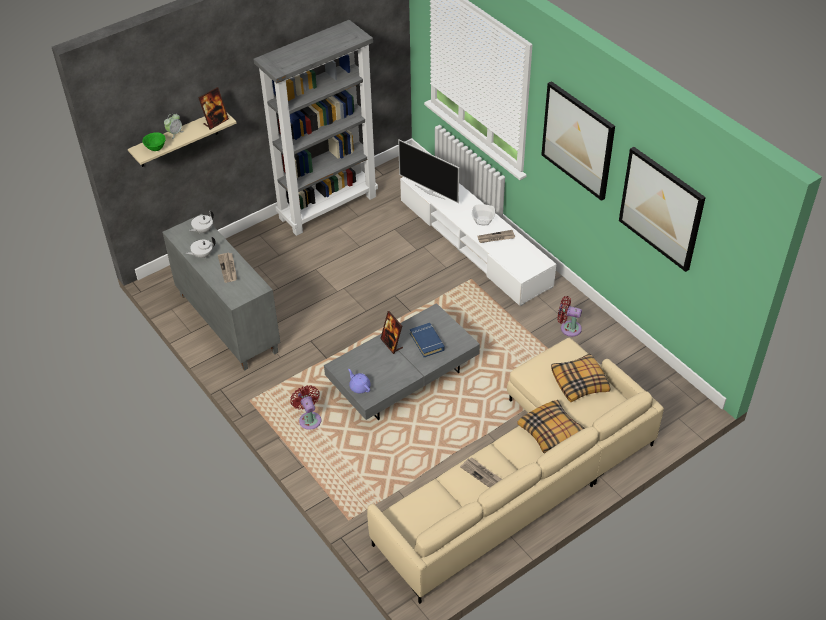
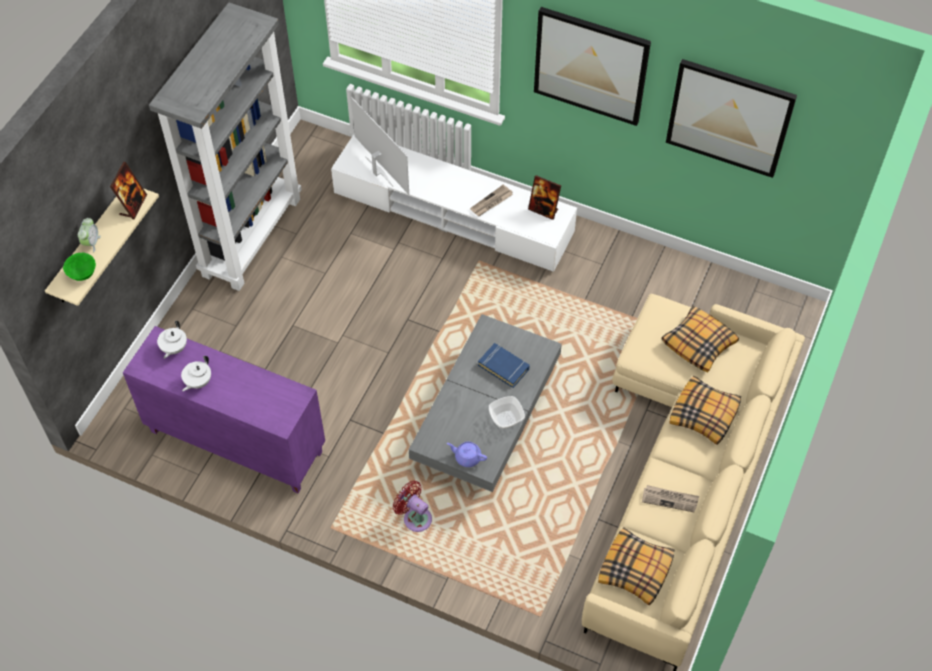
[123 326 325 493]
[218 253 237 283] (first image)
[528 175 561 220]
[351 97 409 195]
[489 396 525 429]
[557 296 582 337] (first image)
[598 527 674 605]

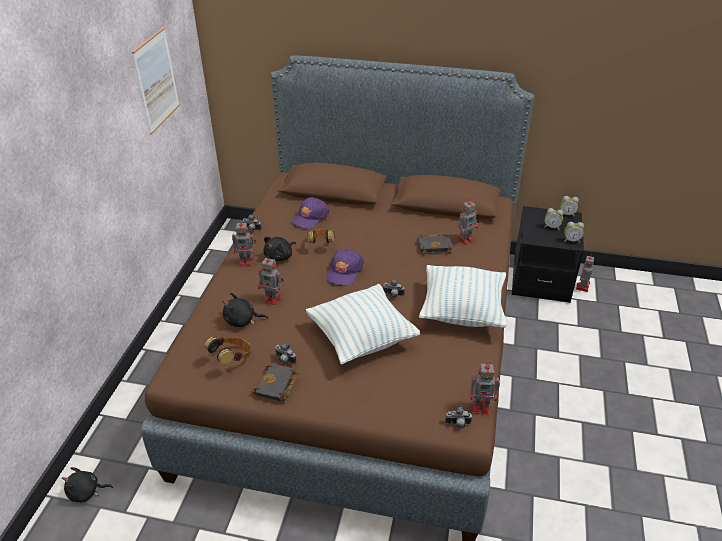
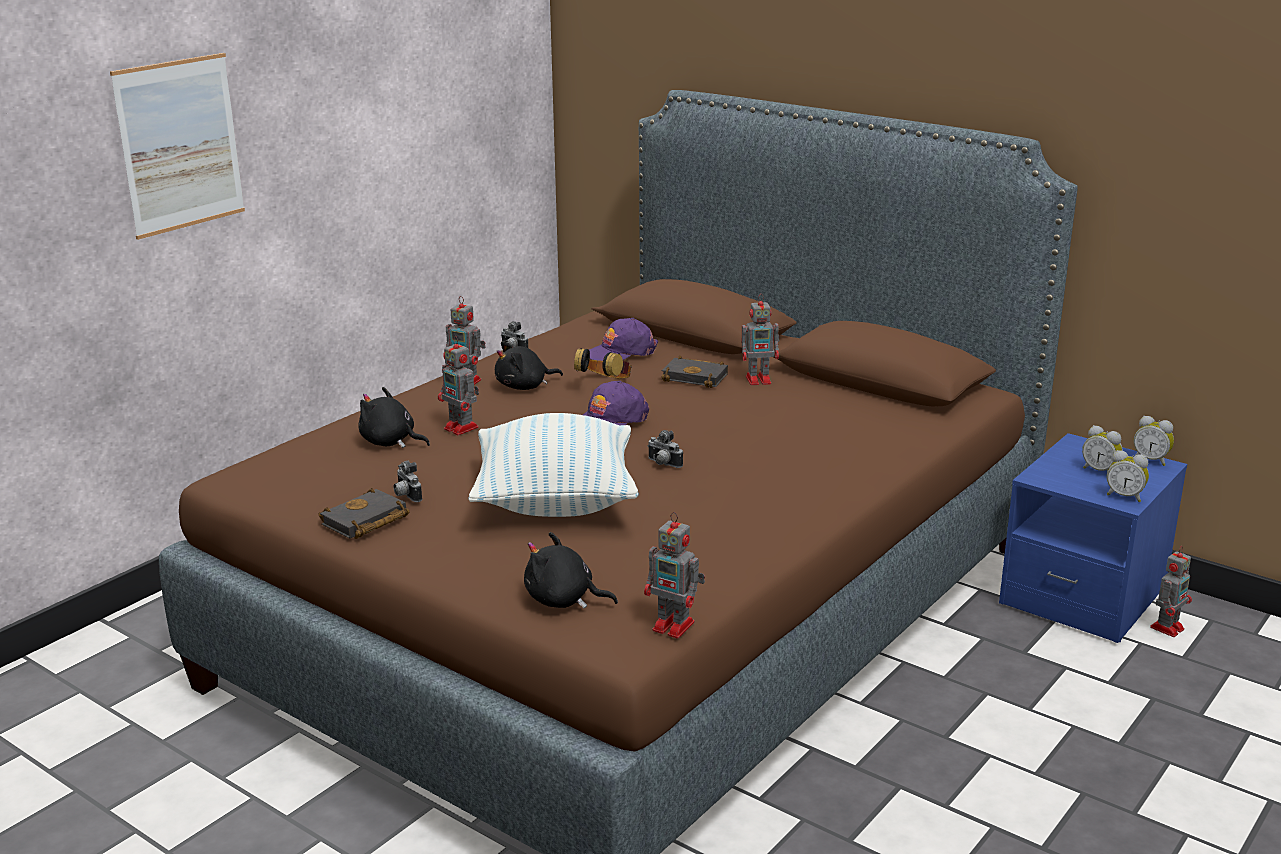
[524 532 618 609]
[110 53 245 240]
[205 336 251 364] (first image)
[661 356 728 388]
[419 265 507 328] (first image)
[445 405 472 428] (first image)
[742 294 780 385]
[999 433 1187 643]

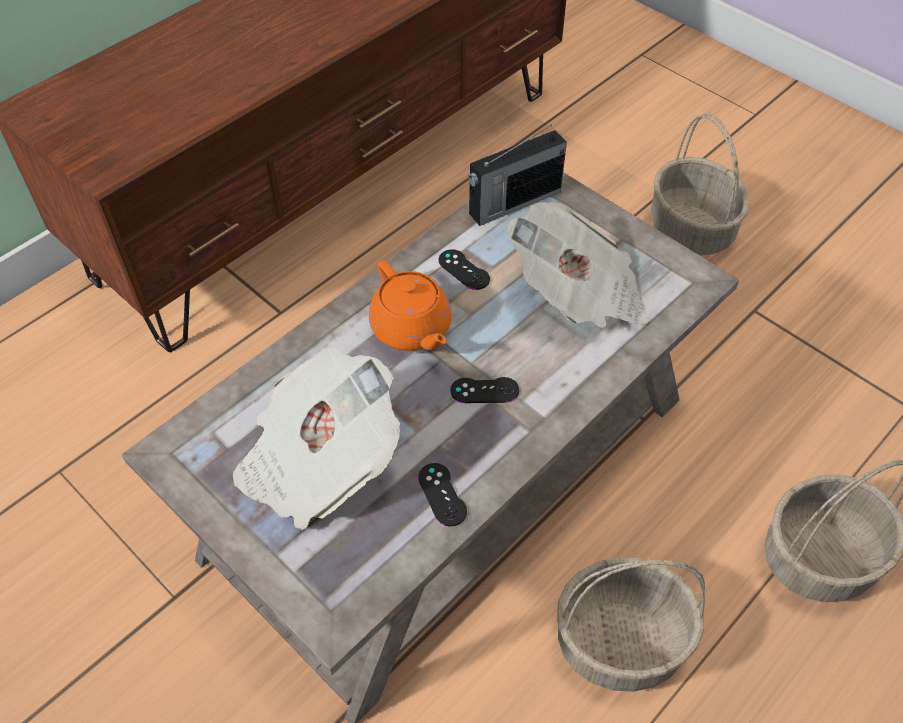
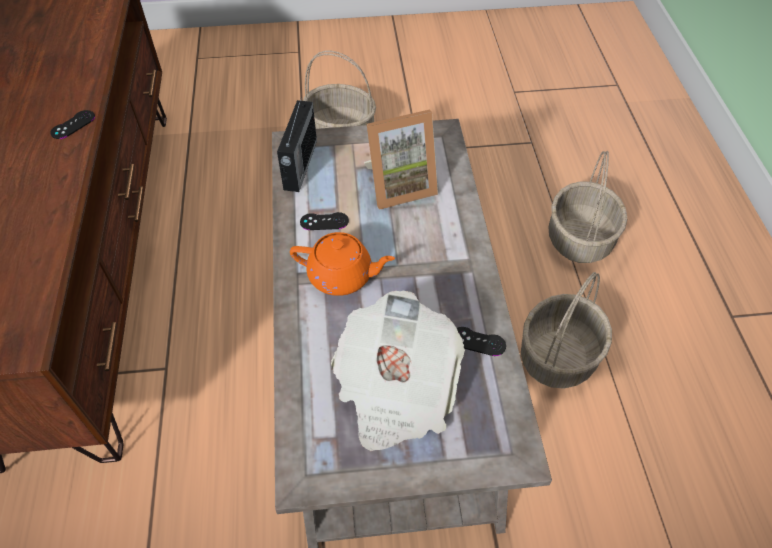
[50 110 95 139]
[364 110 438 210]

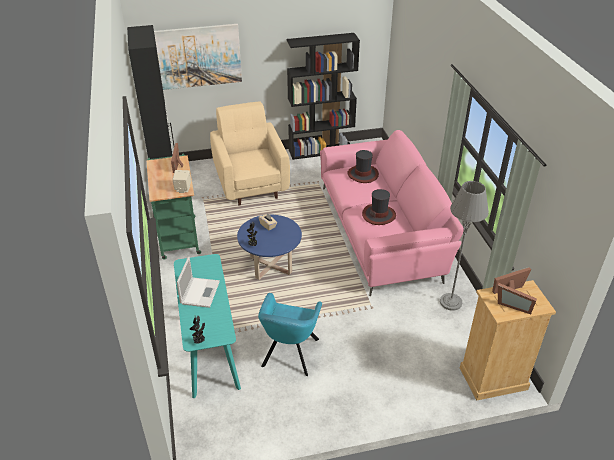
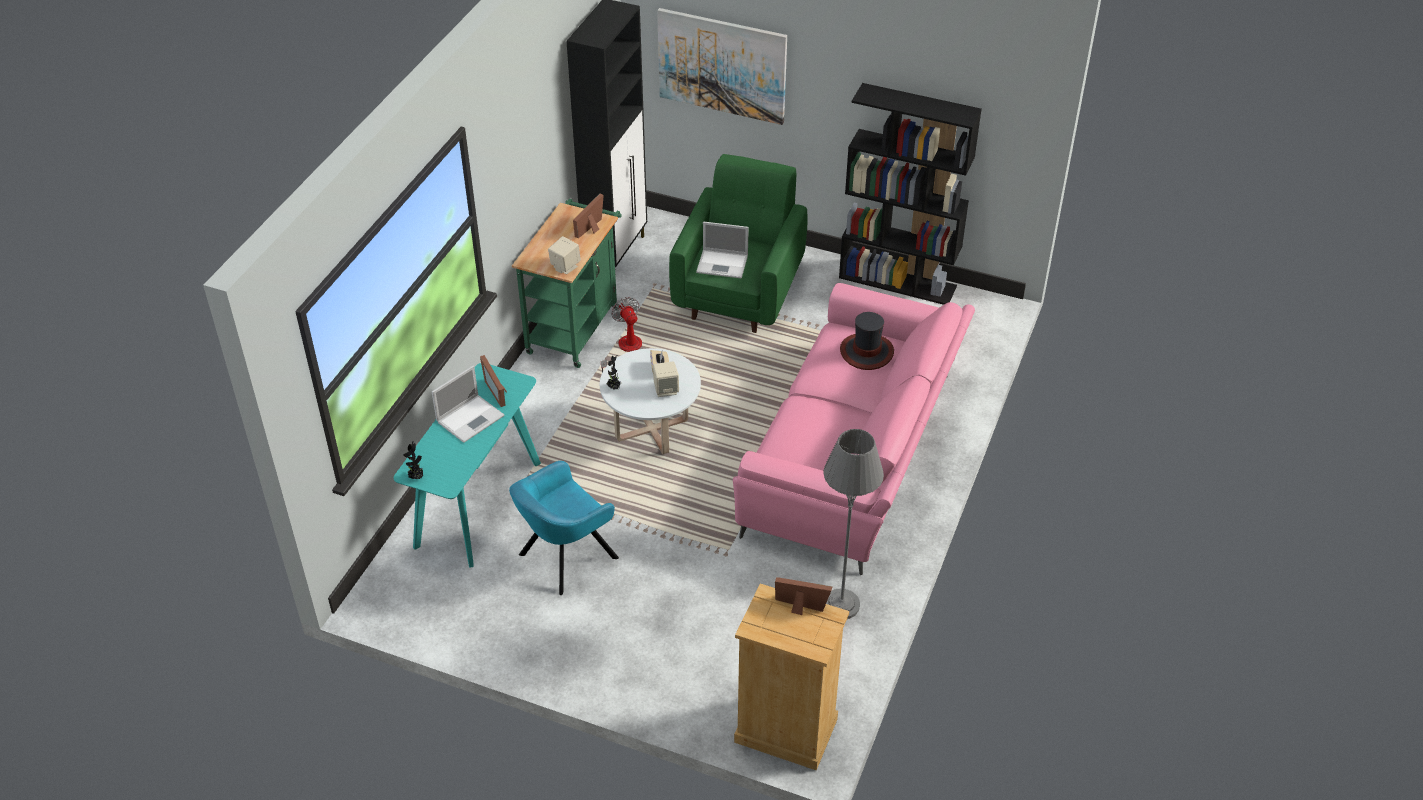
[669 154 807 333]
[600 348 701 454]
[362 189 396 225] (first image)
[480 355 507 407]
[601 297 642 373]
[653 361 679 397]
[696 221 749 278]

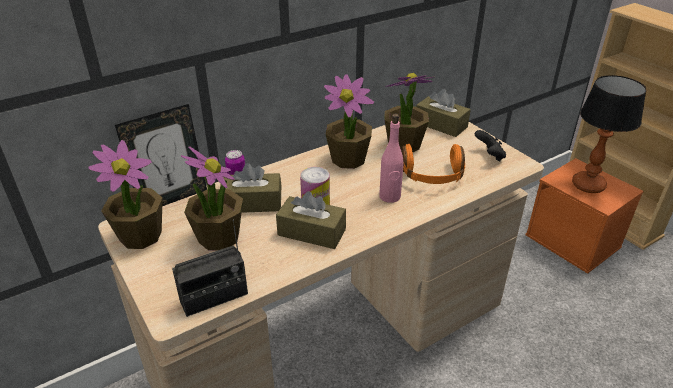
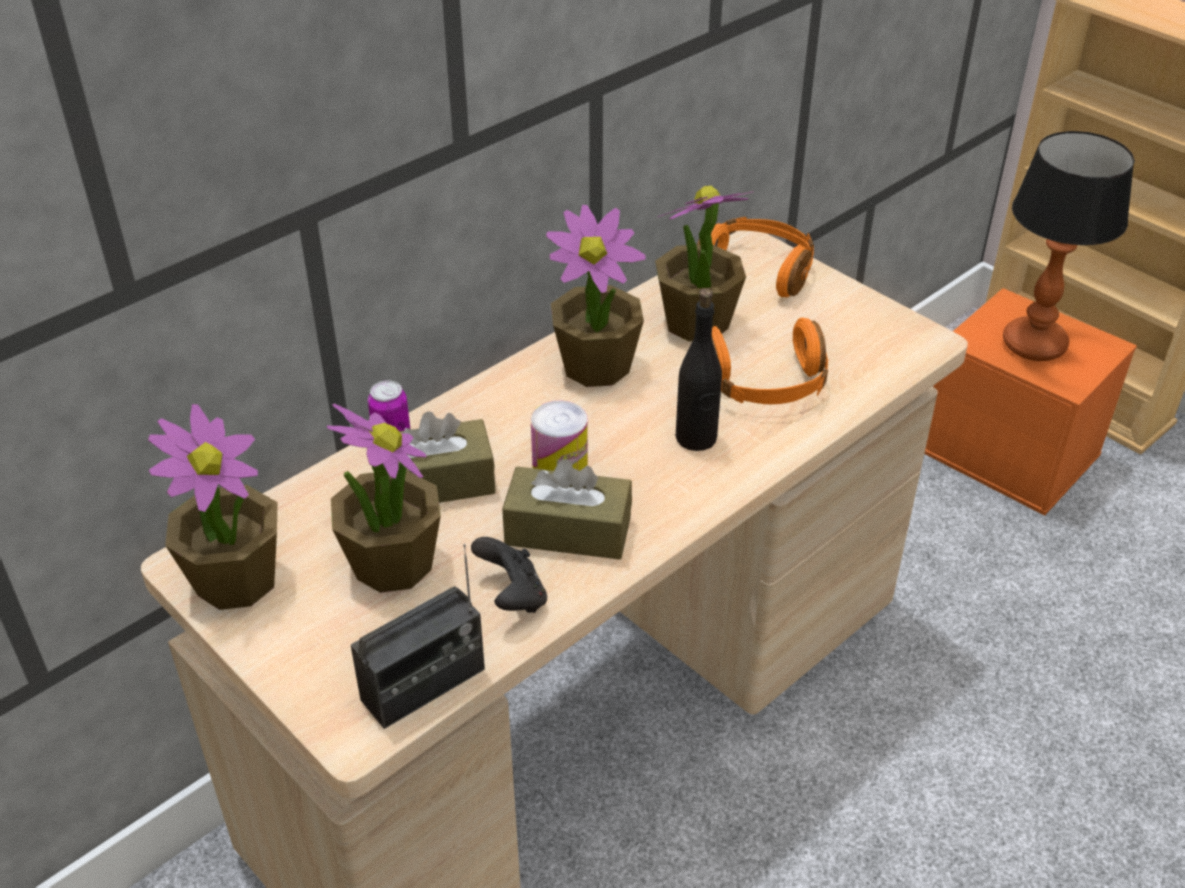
[115 104 207 206] (first image)
[676 288 722 451]
[697 217 814 297]
[471 537 547 613]

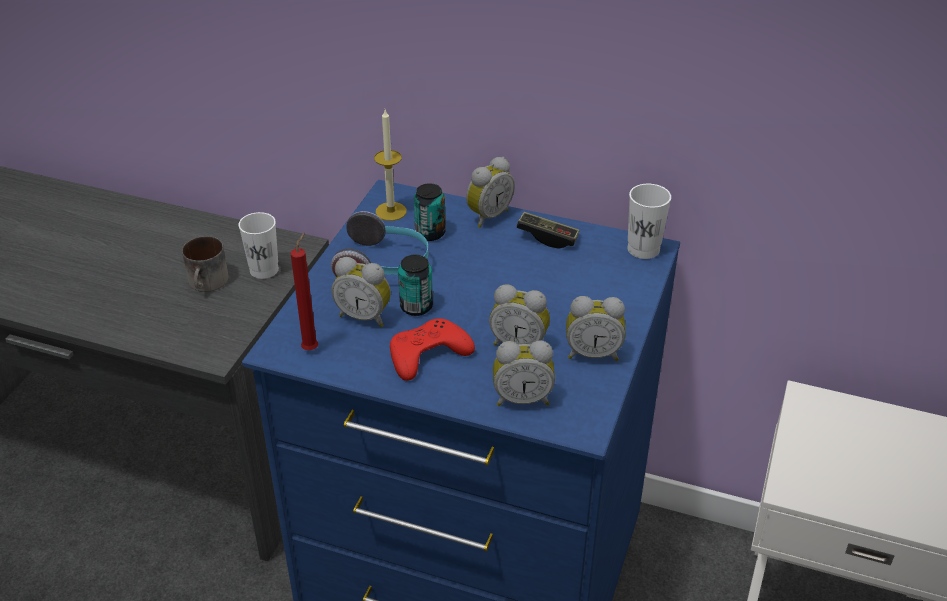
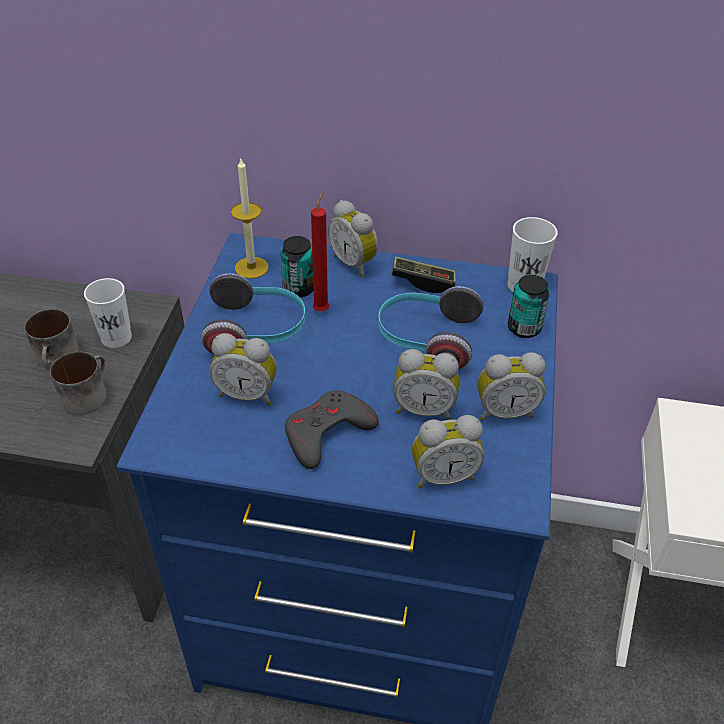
[311 191 329 311]
[285 390 379 469]
[508 275 550 338]
[328 200 378 277]
[50 352 106 415]
[378 286 483 370]

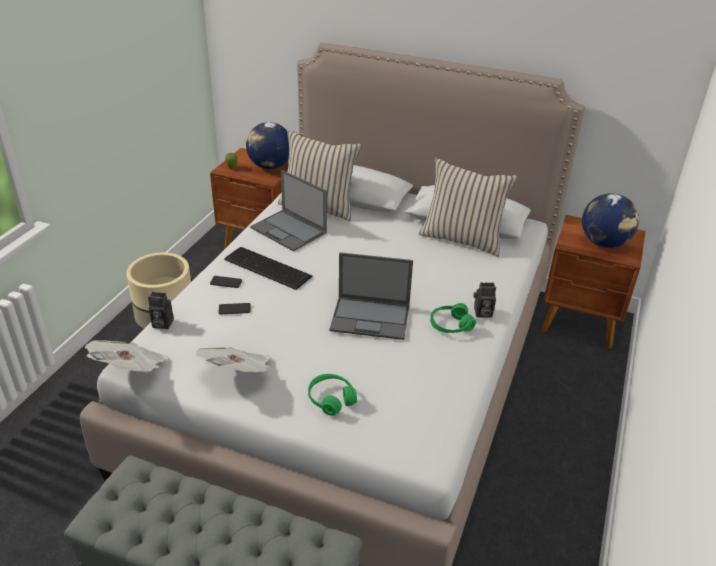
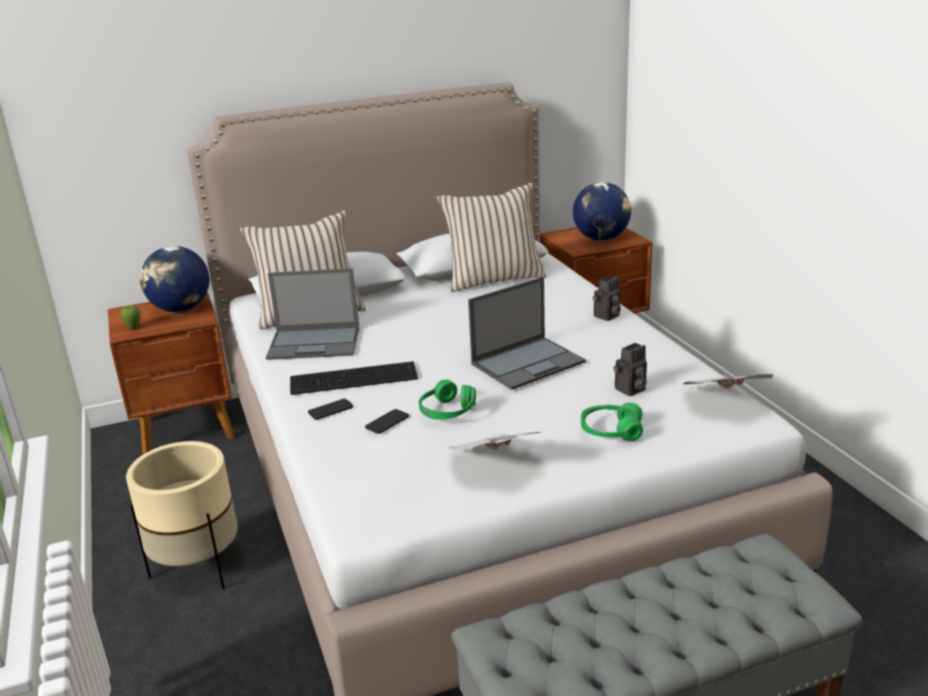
[683 374 773 389]
[614 343 647 396]
[419 380 476 420]

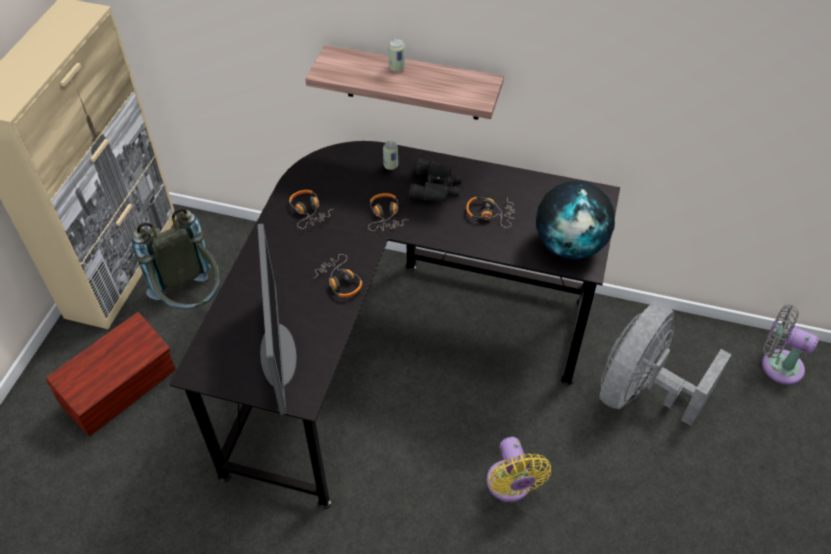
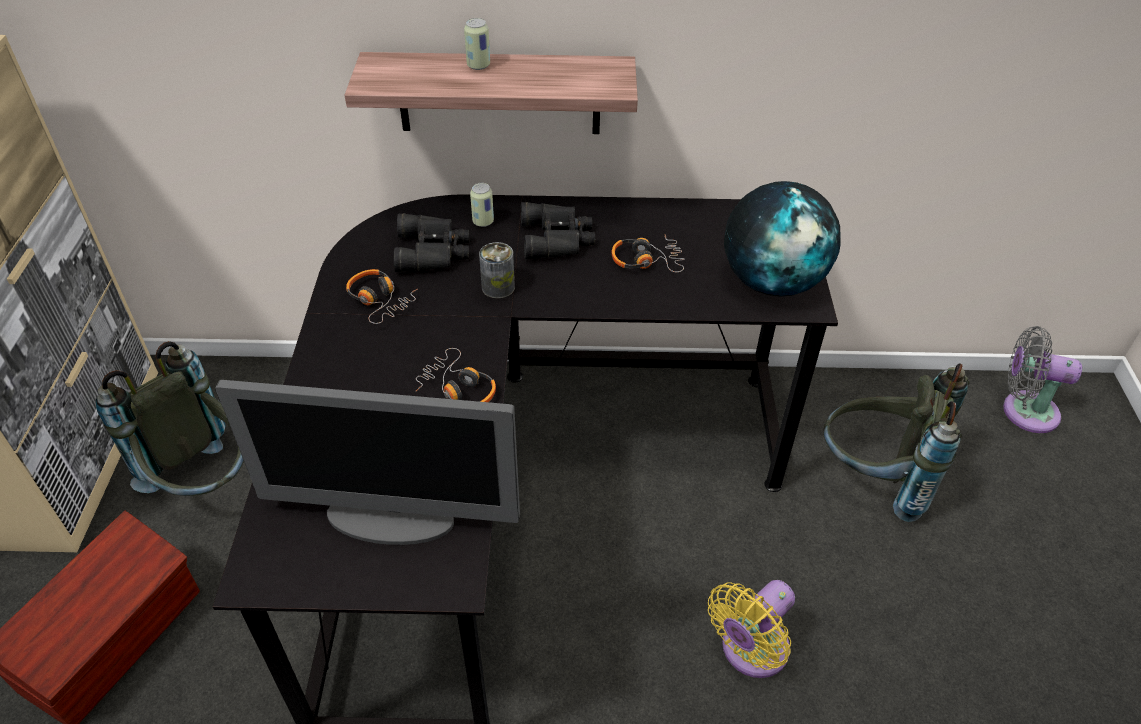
[215 380 520 545]
[479 242 515 299]
[708 580 795 678]
[823 363 969 522]
[394 213 469 272]

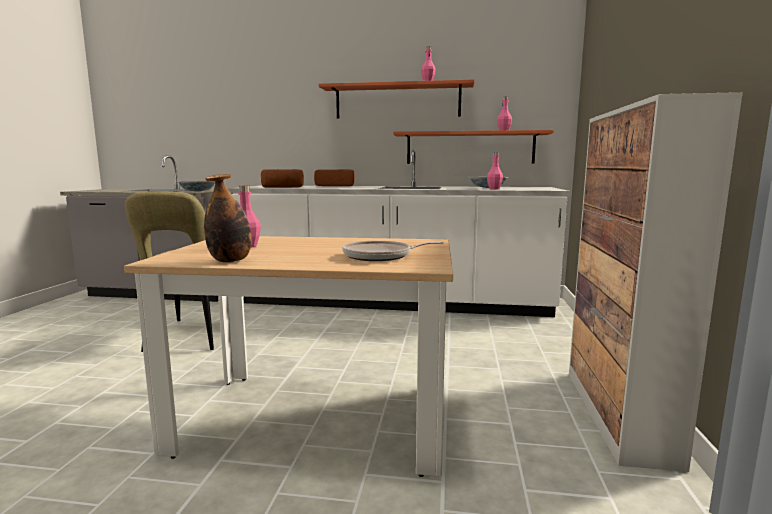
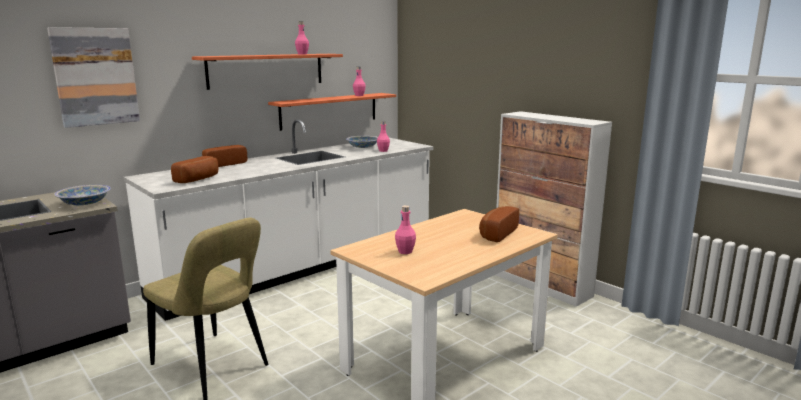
[204 174 252 263] (first image)
[479 206 519 242]
[47 27 140 128]

